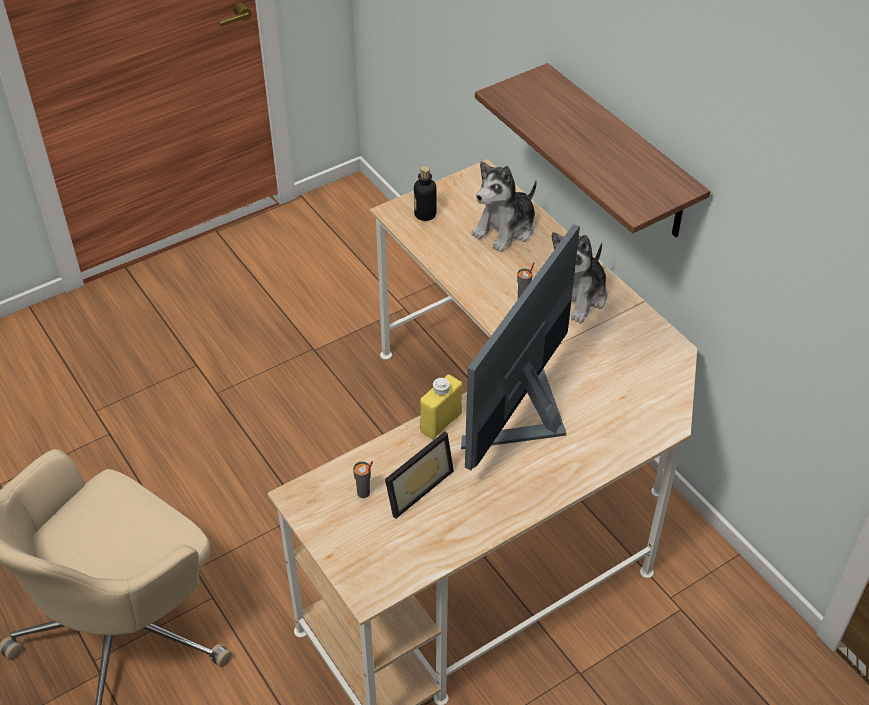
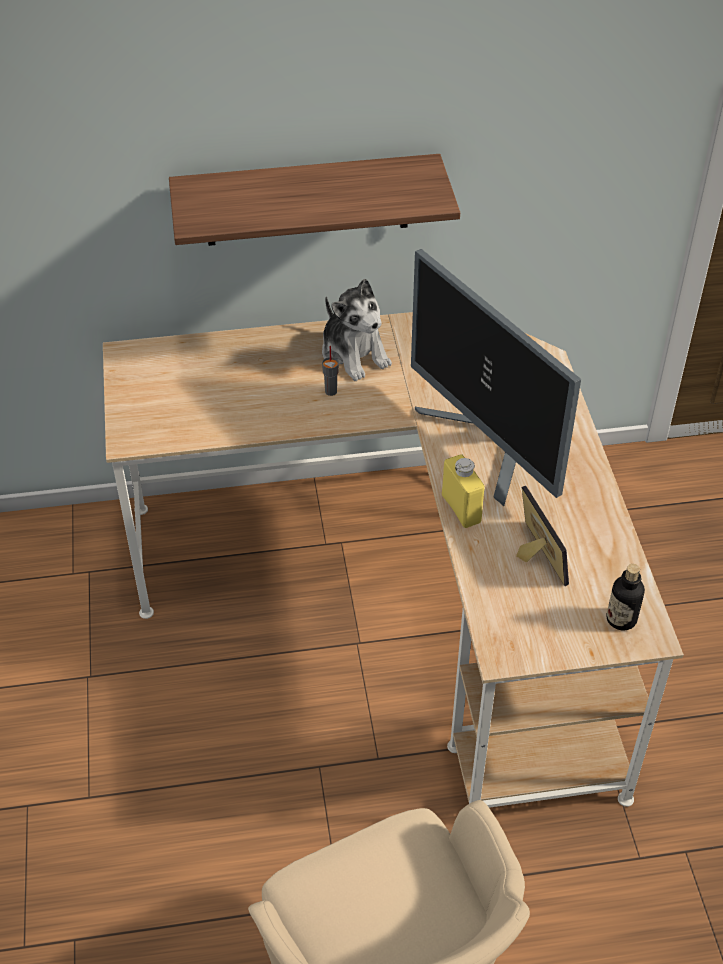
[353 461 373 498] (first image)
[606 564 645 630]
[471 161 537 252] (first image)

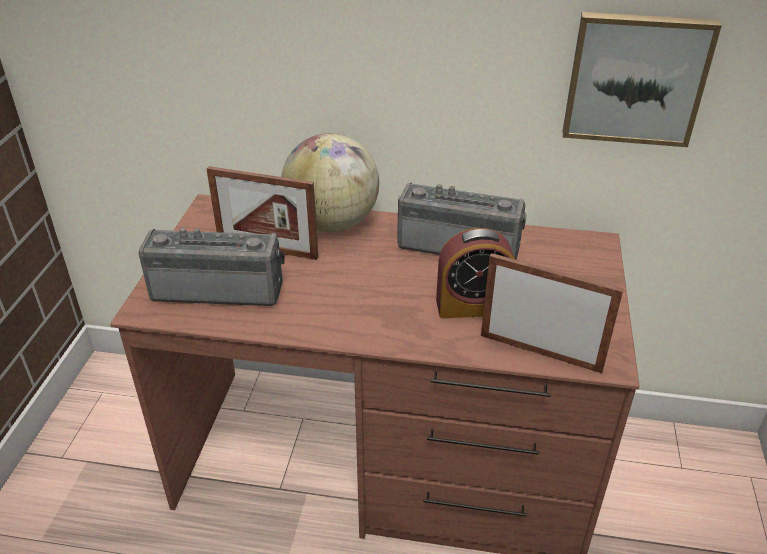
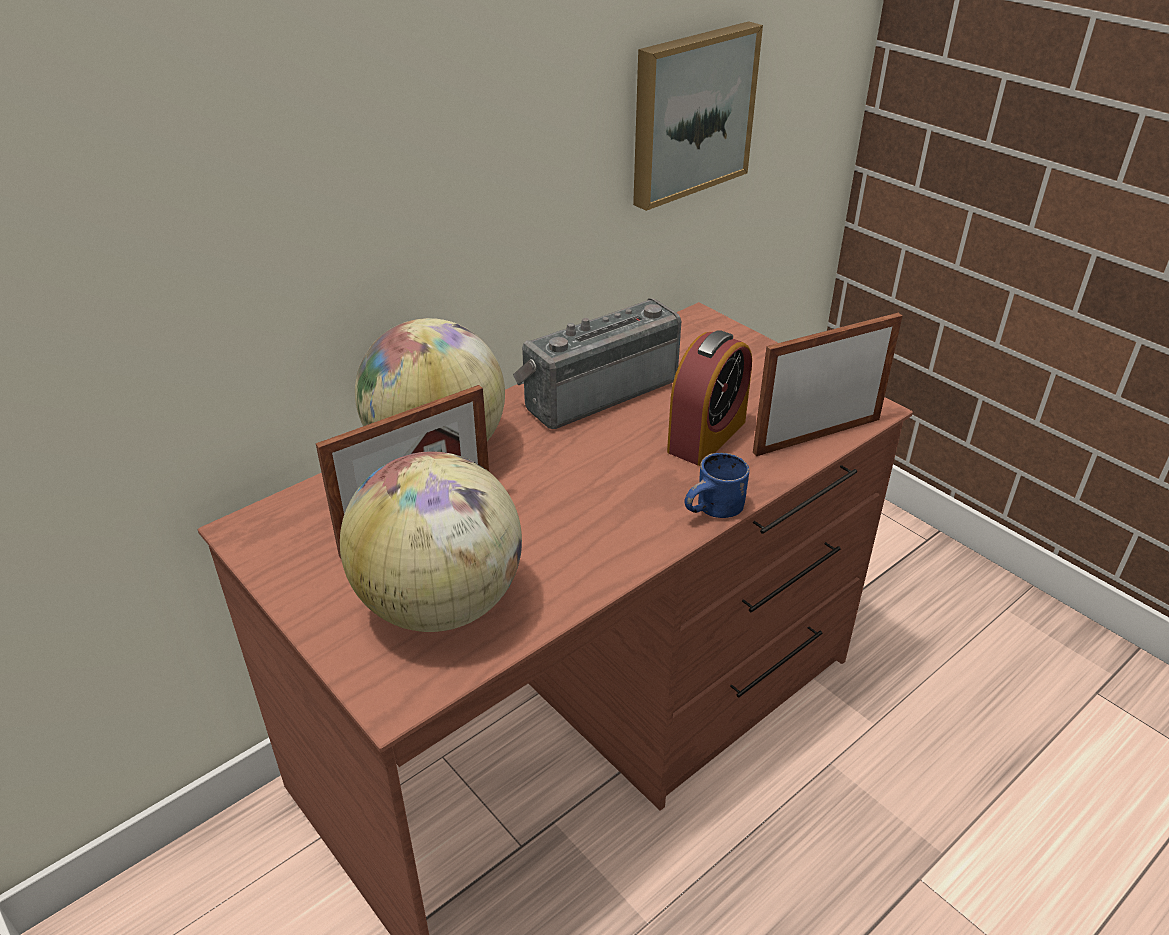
[340 451 522 632]
[684 453 749 518]

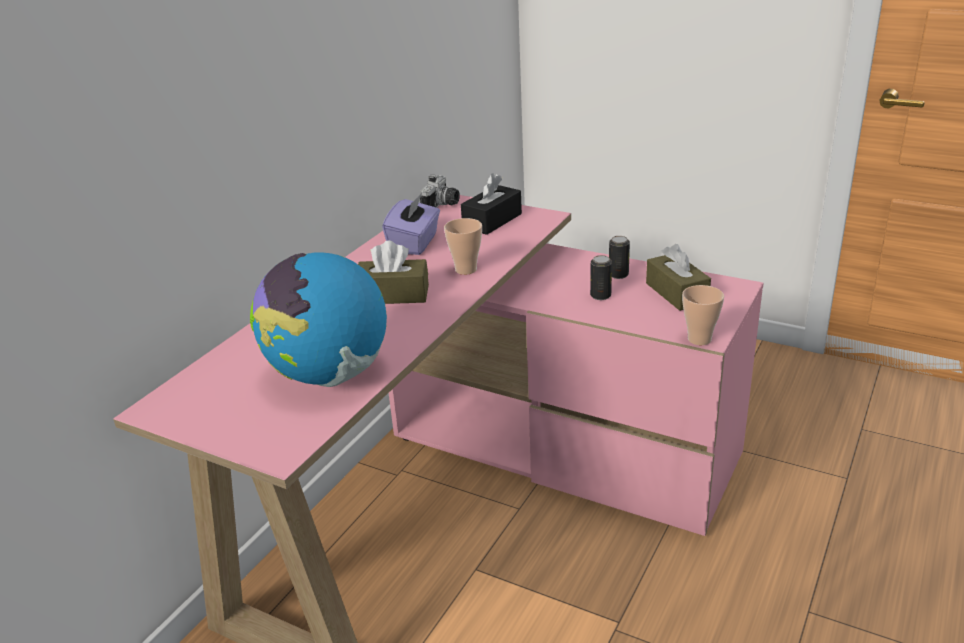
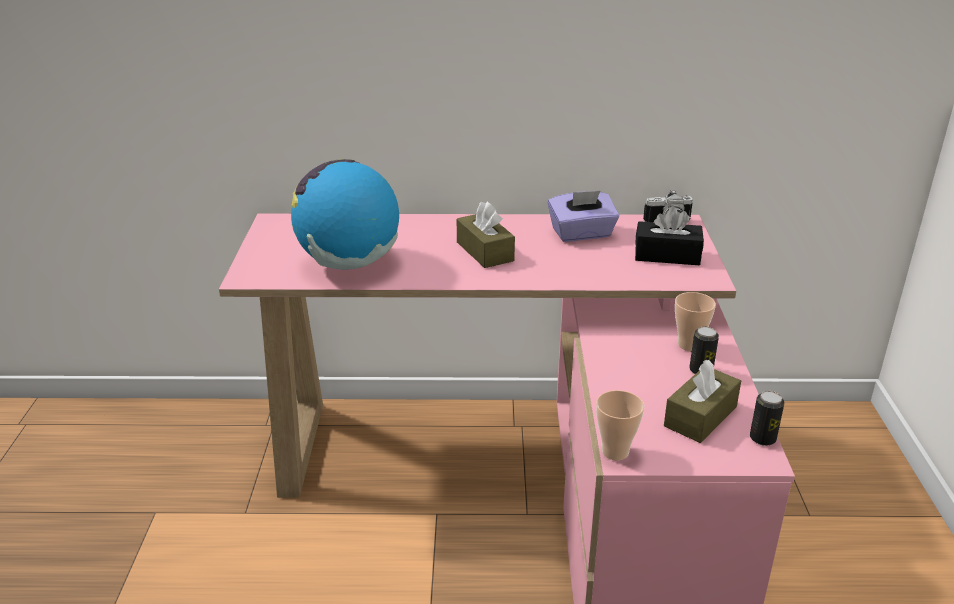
[675 292 716 351]
[750 391 785 446]

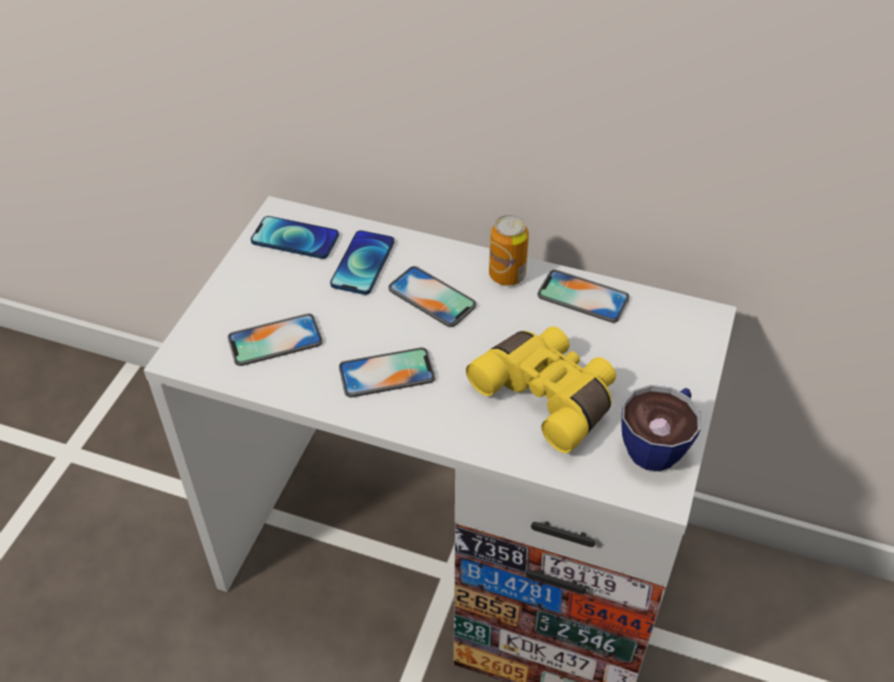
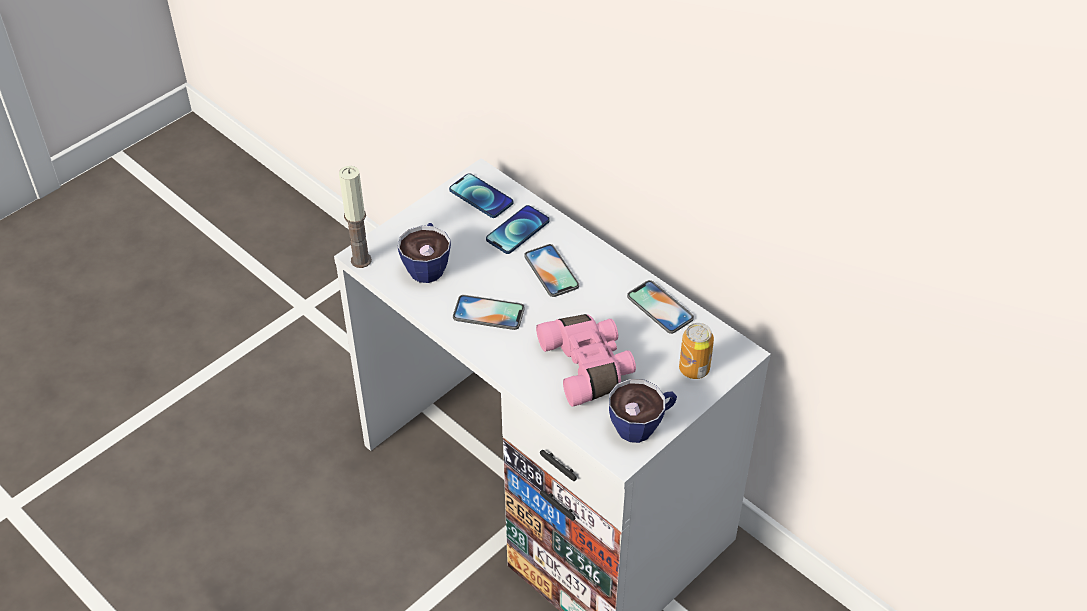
[397 223 451 283]
[536 314 636 407]
[679 323 714 379]
[339 166 372 268]

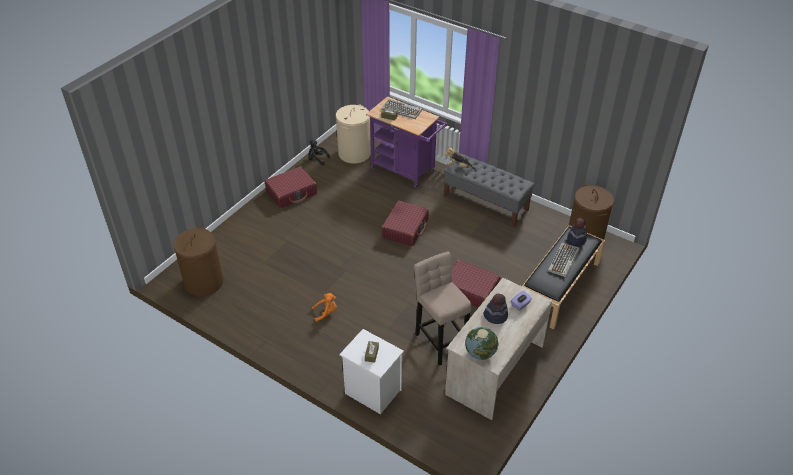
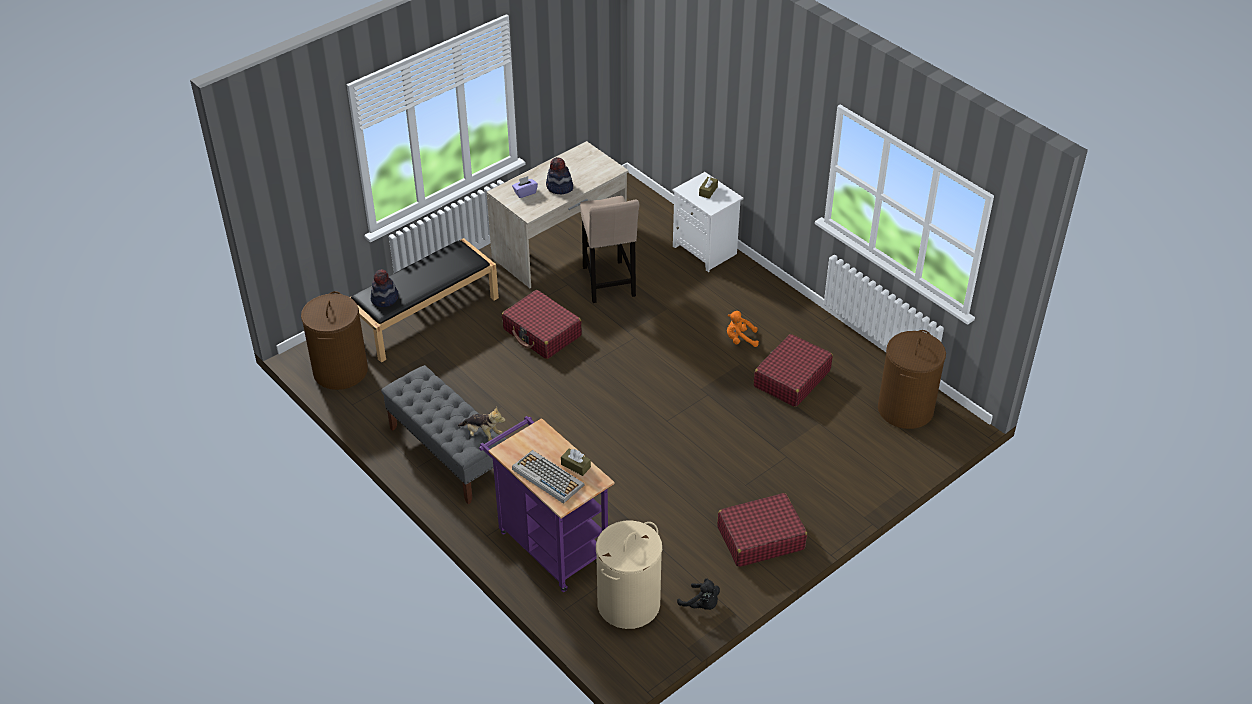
[753 334 833 407]
[465 327 499 360] (first image)
[548 243 579 278] (first image)

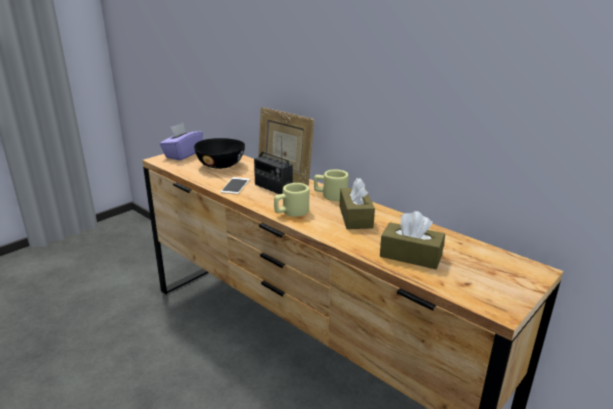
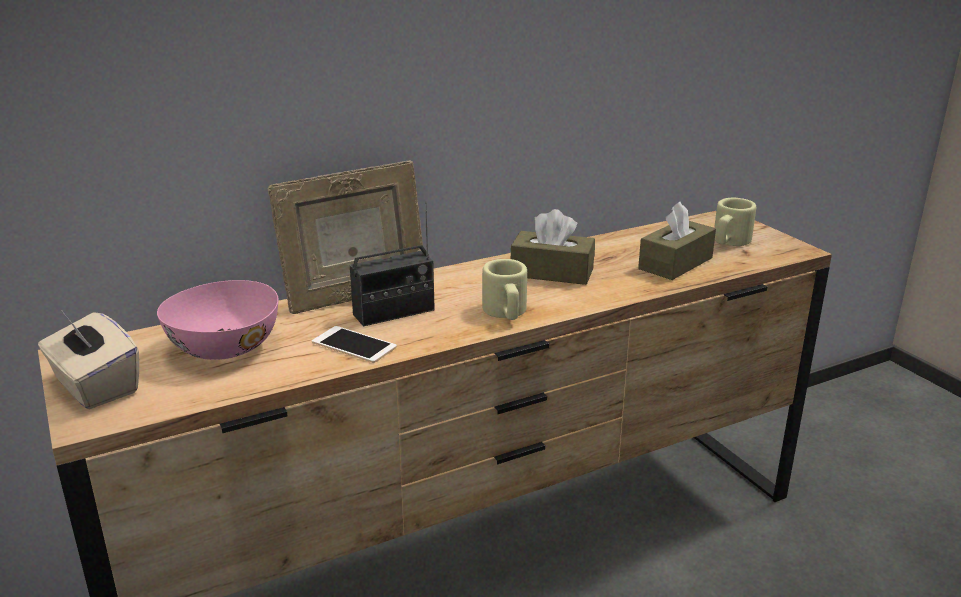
[38 311 139 409]
[157 280 278 360]
[714 198 756 246]

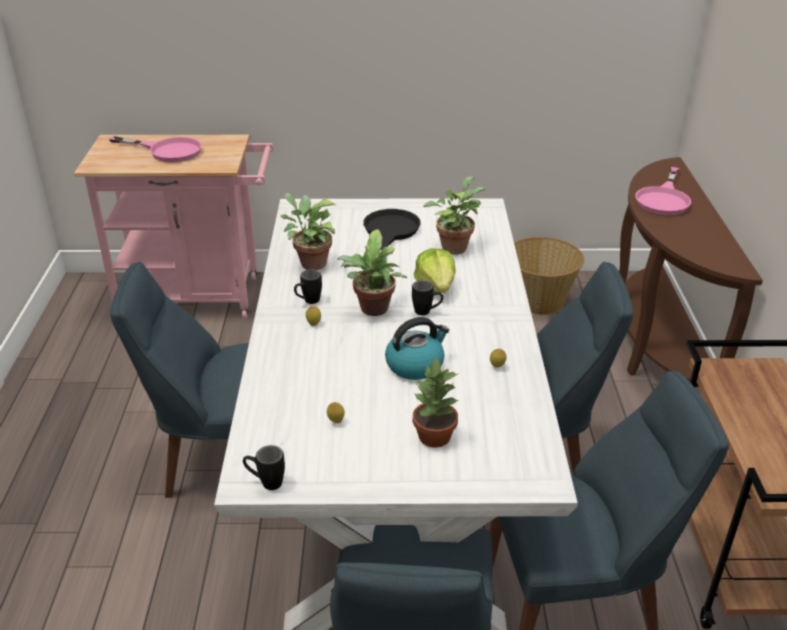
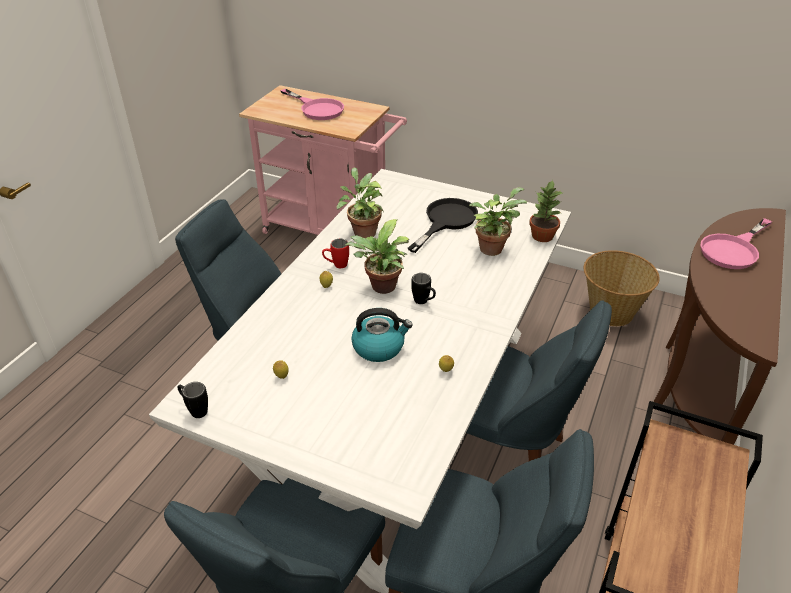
[322 239 349 268]
[529 180 562 242]
[414 248 456 293] (first image)

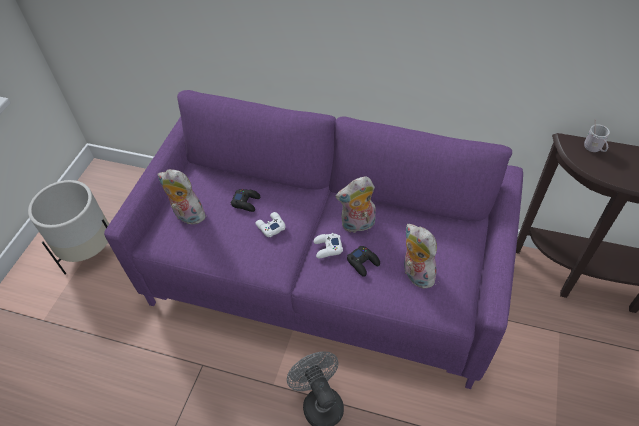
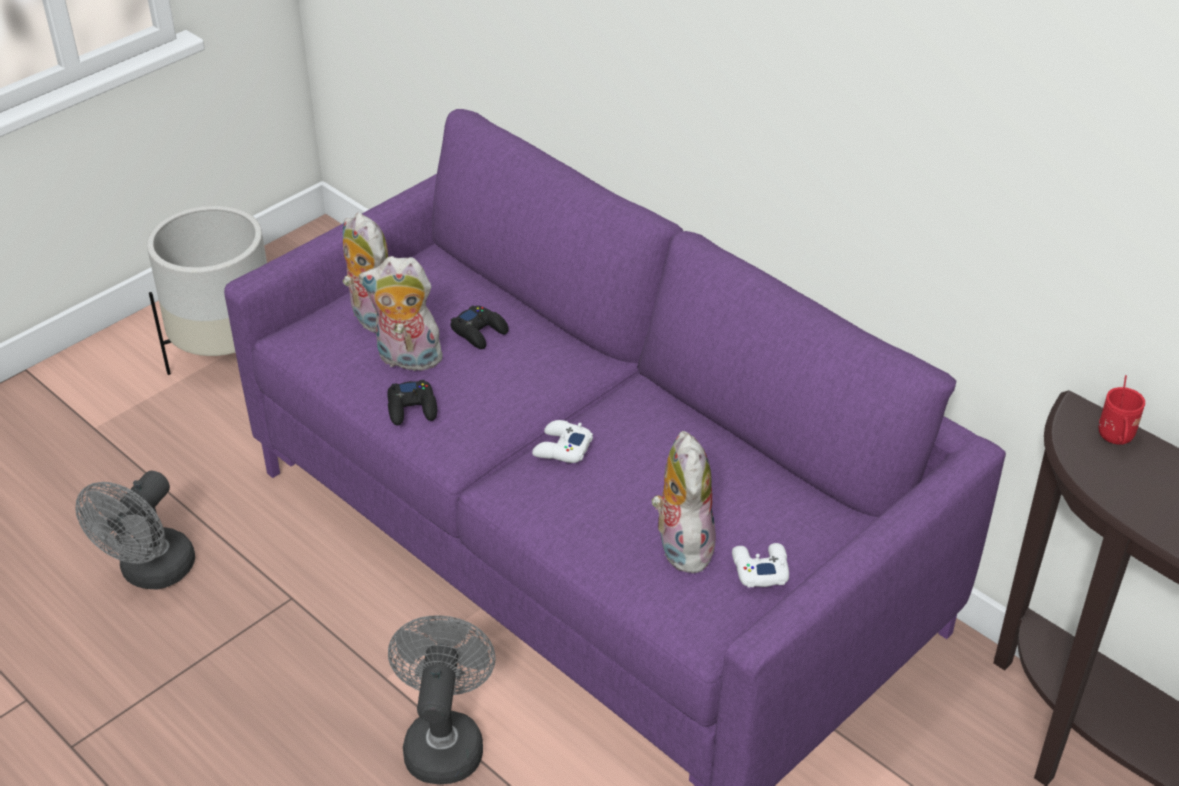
[732 543 789 587]
[359 256 446 375]
[387 380 437 425]
[1099 375 1145 445]
[75 471 195 590]

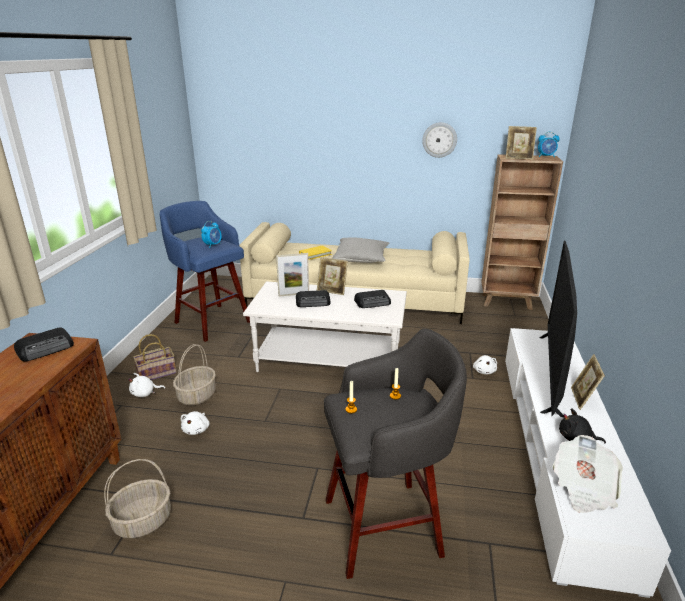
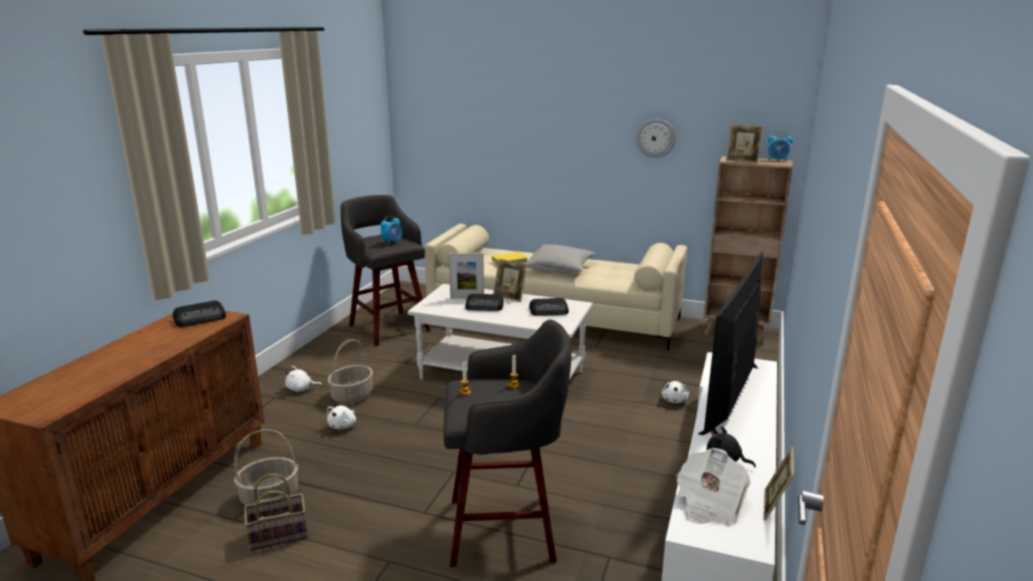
[244 474 308 551]
[340 195 431 346]
[763 446 794 521]

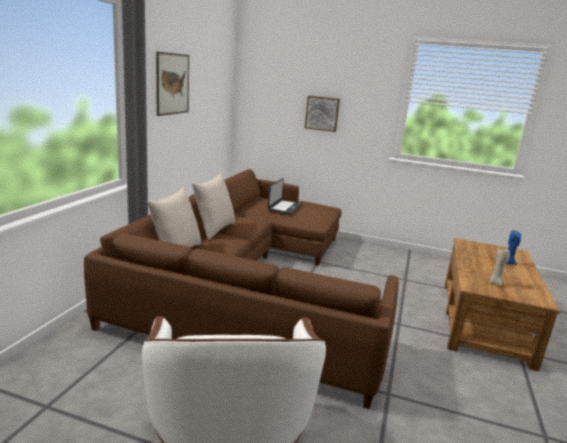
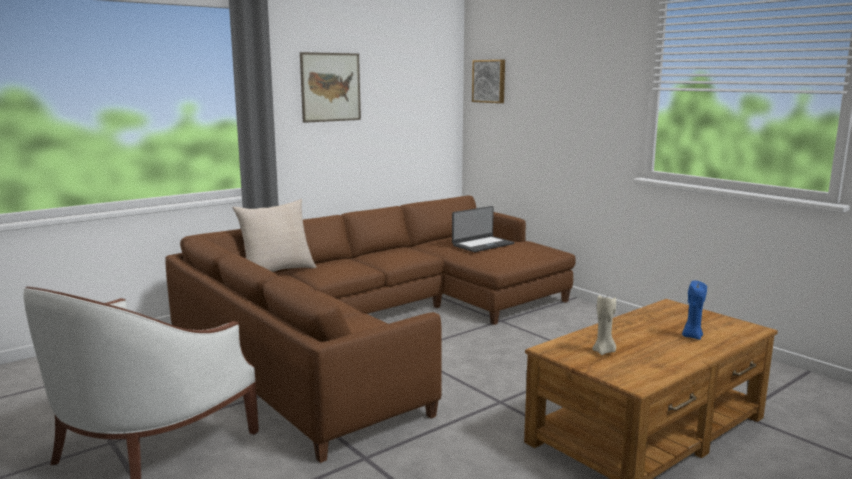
[192 173 235 240] (first image)
[472 60 505 103]

